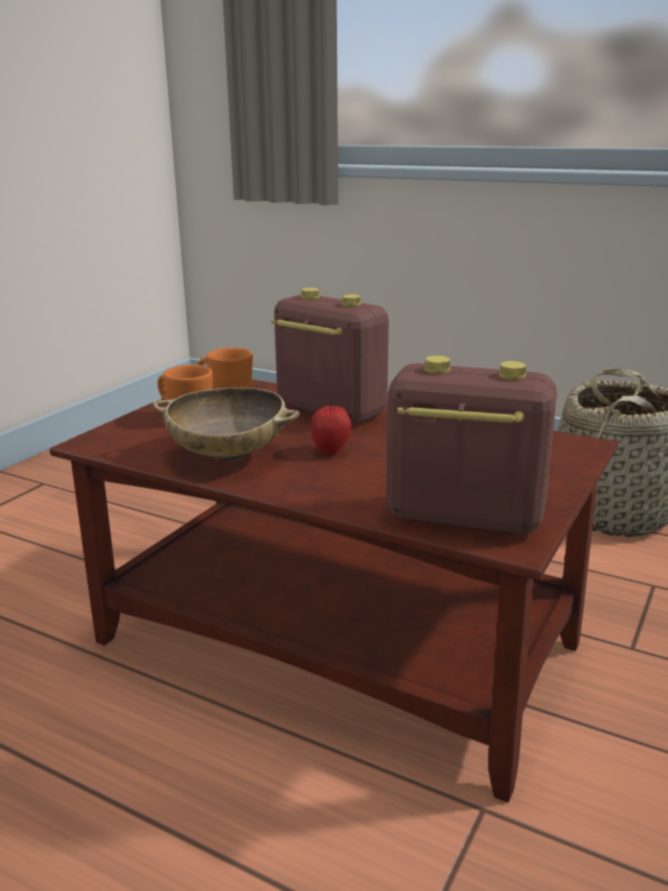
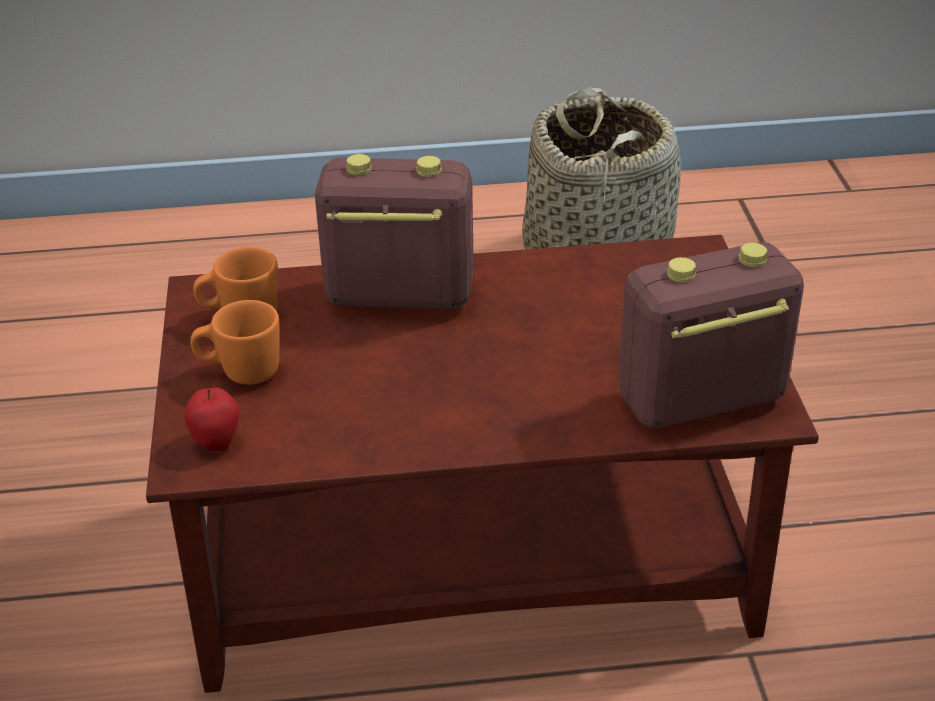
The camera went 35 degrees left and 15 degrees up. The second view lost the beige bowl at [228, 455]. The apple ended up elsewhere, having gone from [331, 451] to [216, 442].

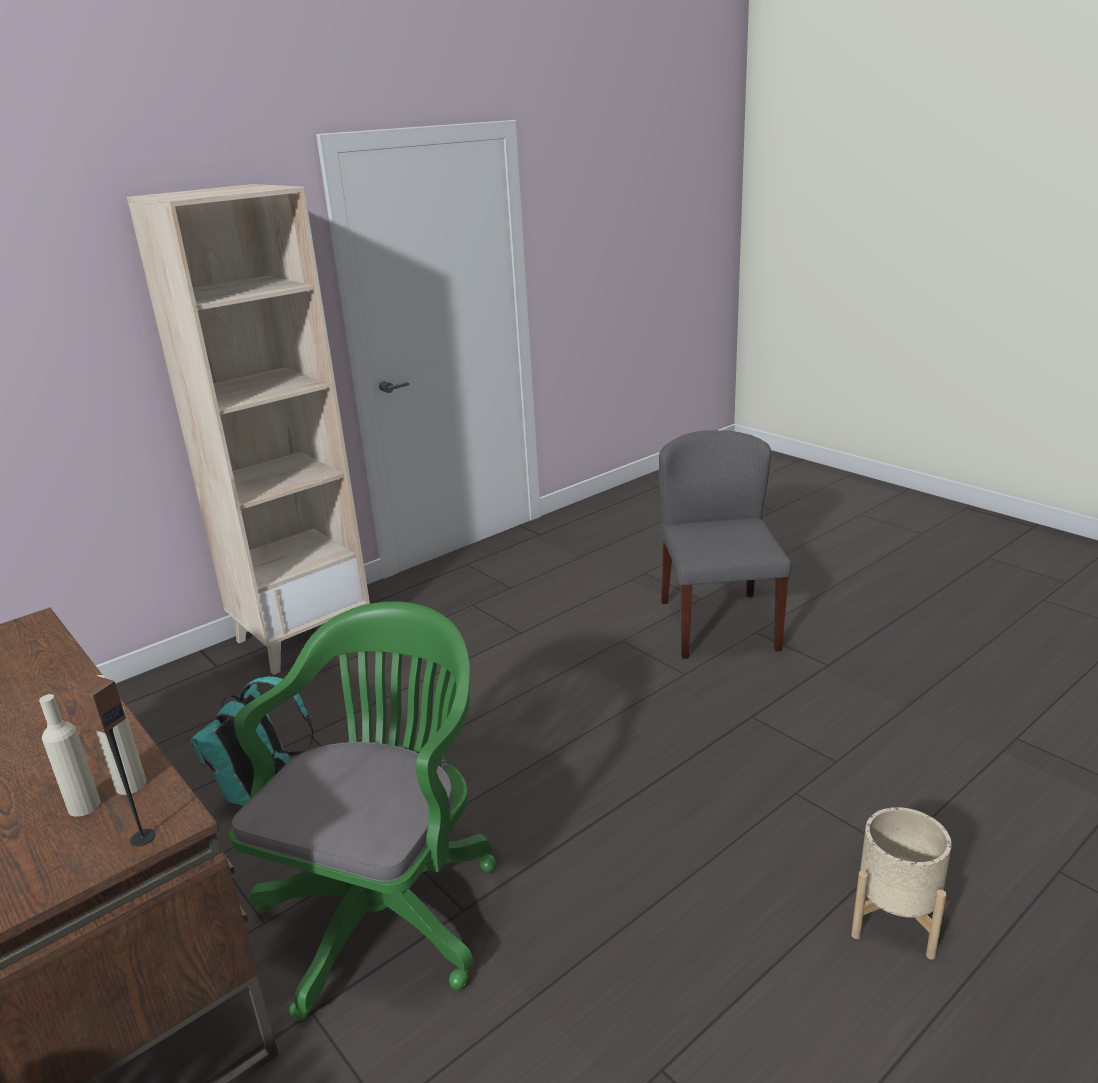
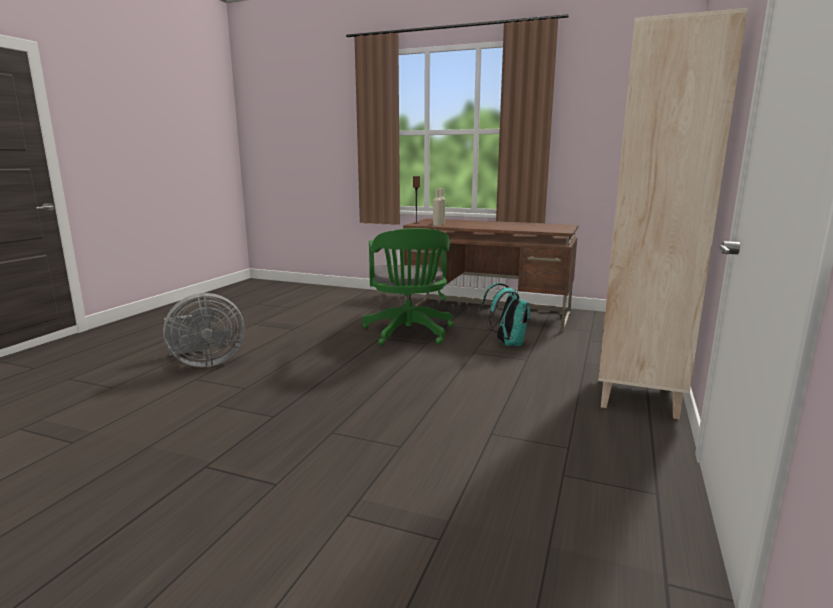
The camera went 150 degrees right and 10 degrees down. The second view lost the grey chair at [717, 624]. Where the beige planter stood at [896, 919], the grey fan came to stand at [204, 363].

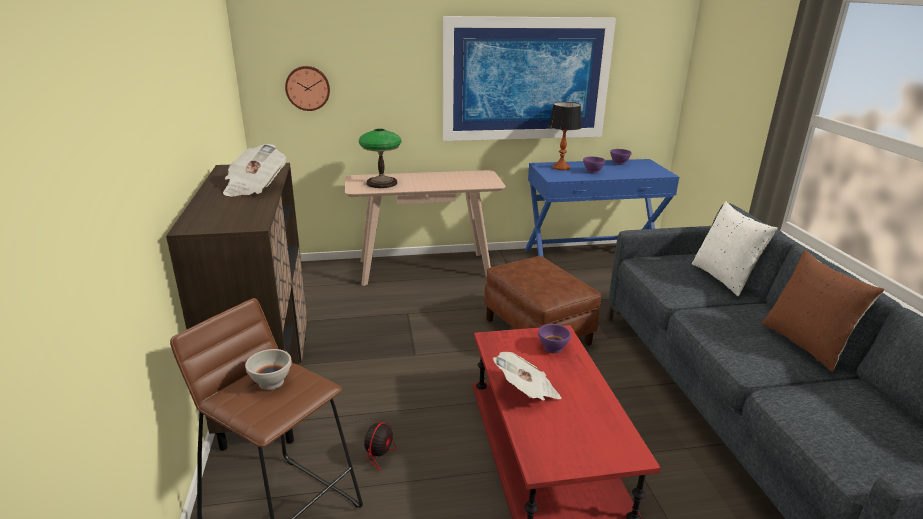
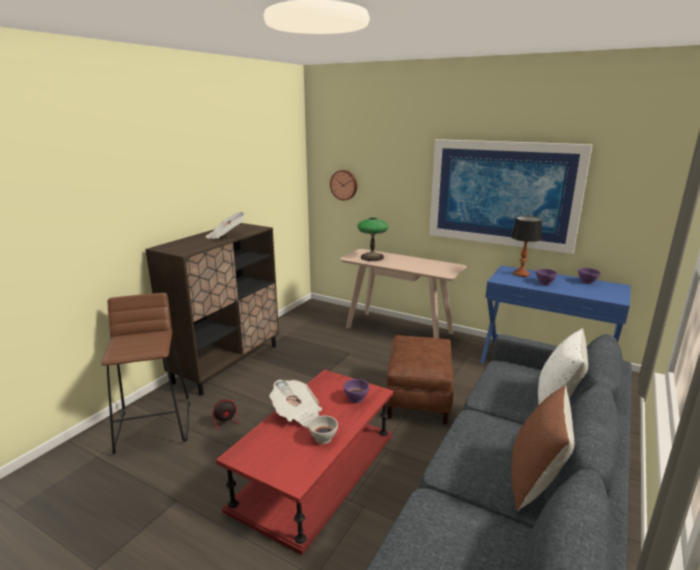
The camera went 40 degrees right and 5 degrees down. The white bowl ended up elsewhere, having gone from [270, 382] to [323, 438].

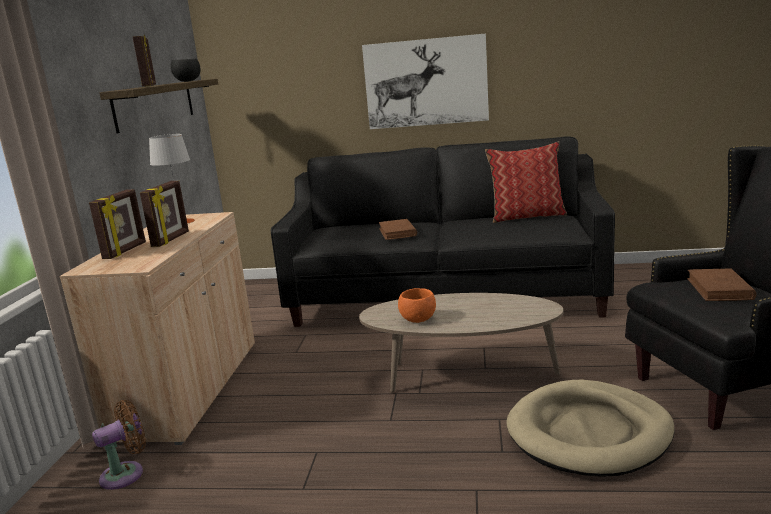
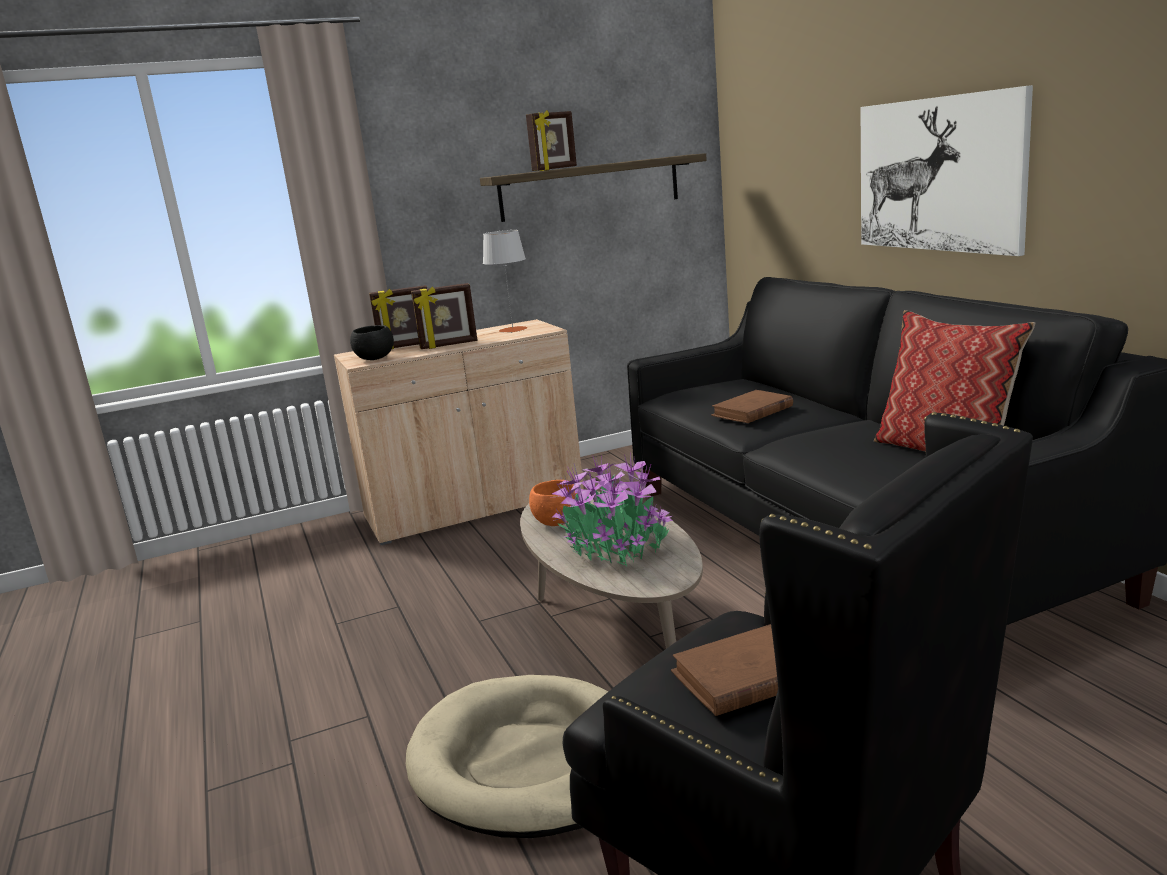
The camera went 60 degrees right and 0 degrees up. The second view lost the brown fan at [126, 473]. The black bowl ended up elsewhere, having gone from [187, 81] to [374, 359]. The second view gained the potted plant at [615, 546].

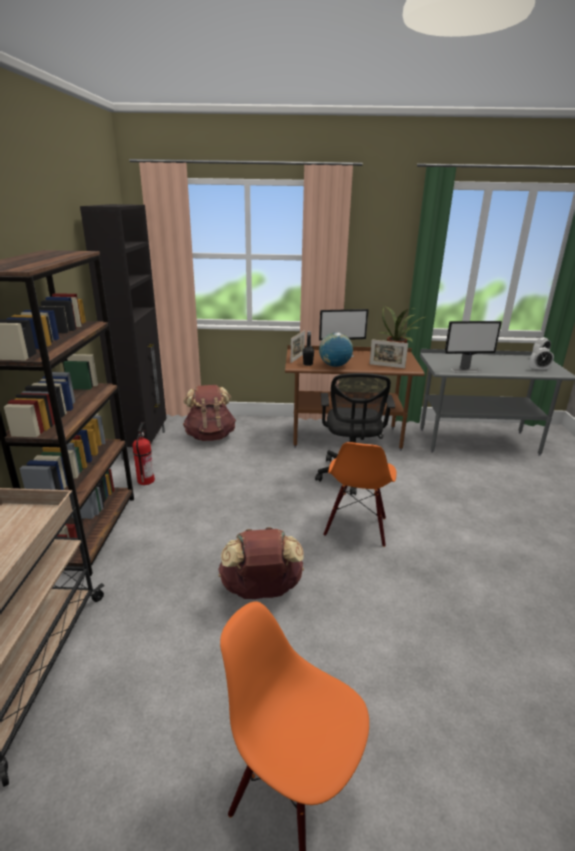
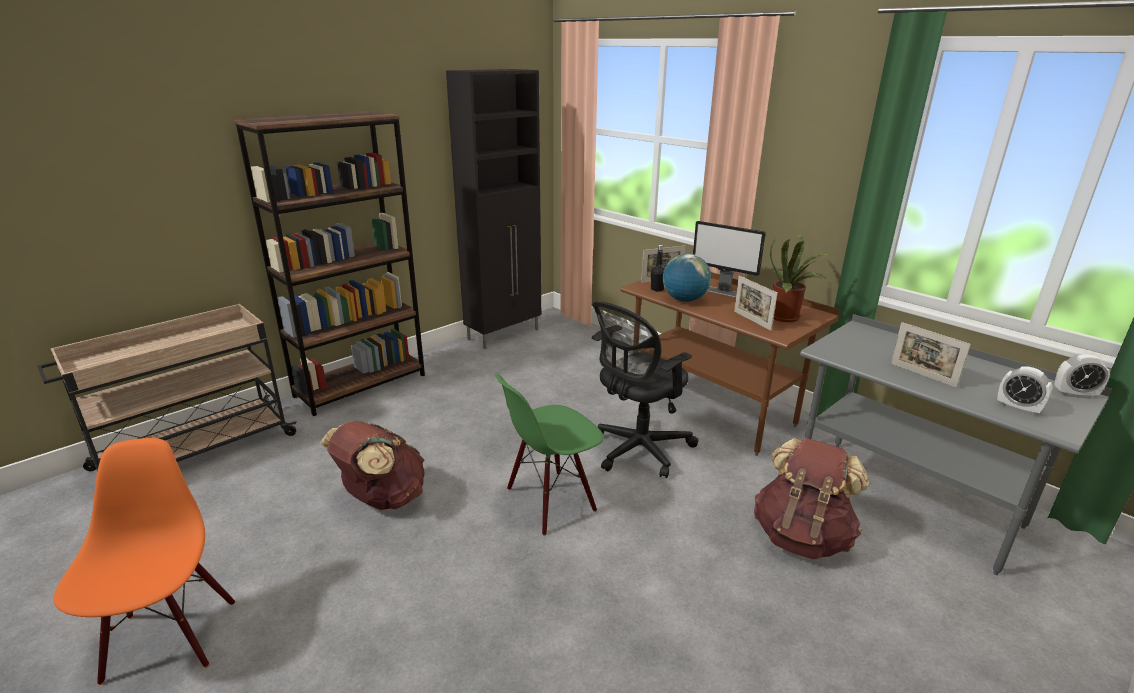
The camera went 45 degrees right and 0 degrees up. The second view lost the fire extinguisher at [145, 480]. The brown backpack ended up elsewhere, having gone from [210, 436] to [801, 536]. What was the orange chair at [356, 527] turned into the green chair at [550, 501]. The second view lost the monitor at [466, 370]. The second view gained the picture frame at [922, 375].

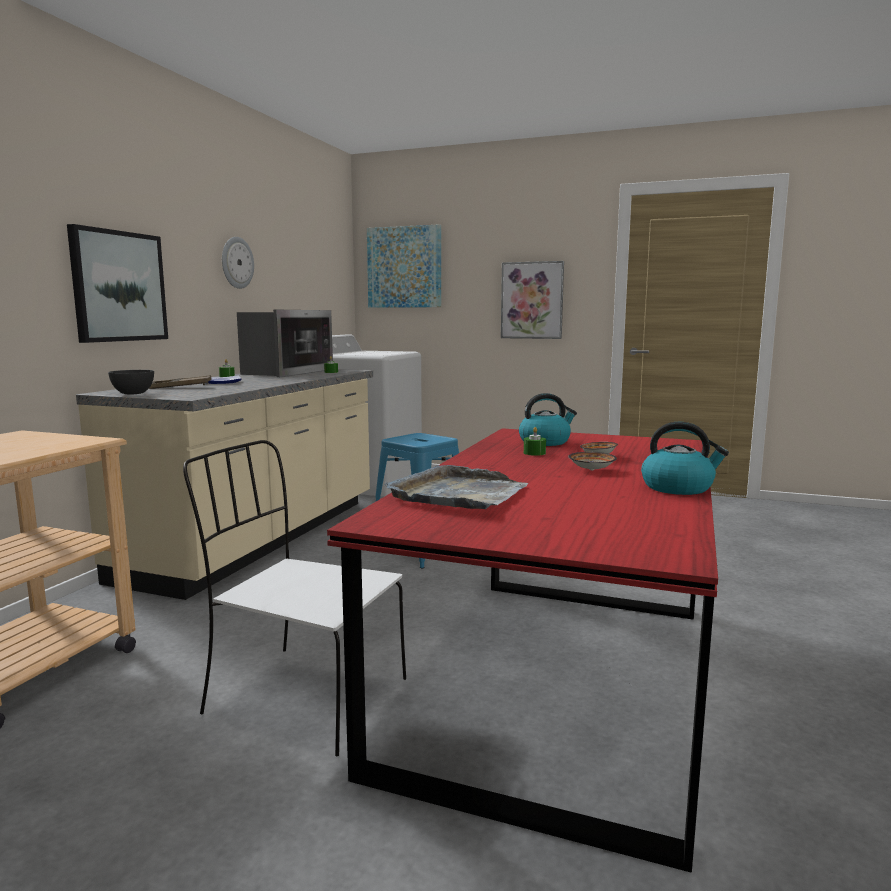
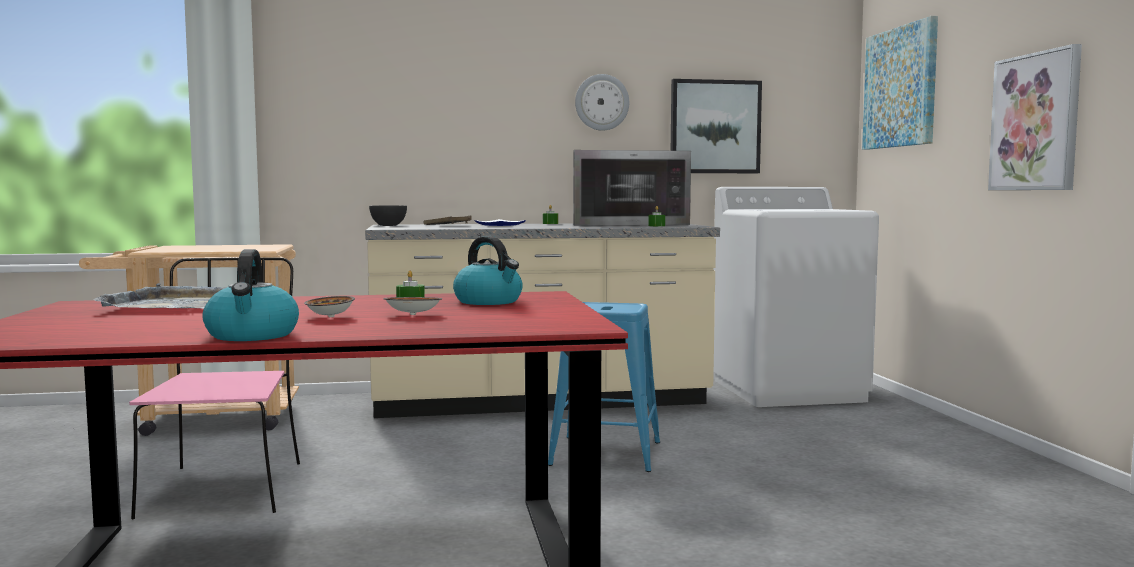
The camera went 60 degrees right and 5 degrees down. The picture ended up elsewhere, having gone from [118, 286] to [714, 127]. What was the white chair at [303, 696] turned into the pink chair at [224, 488].

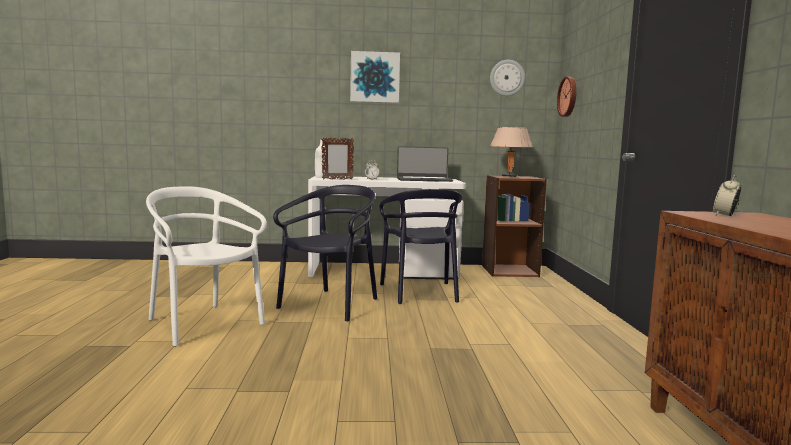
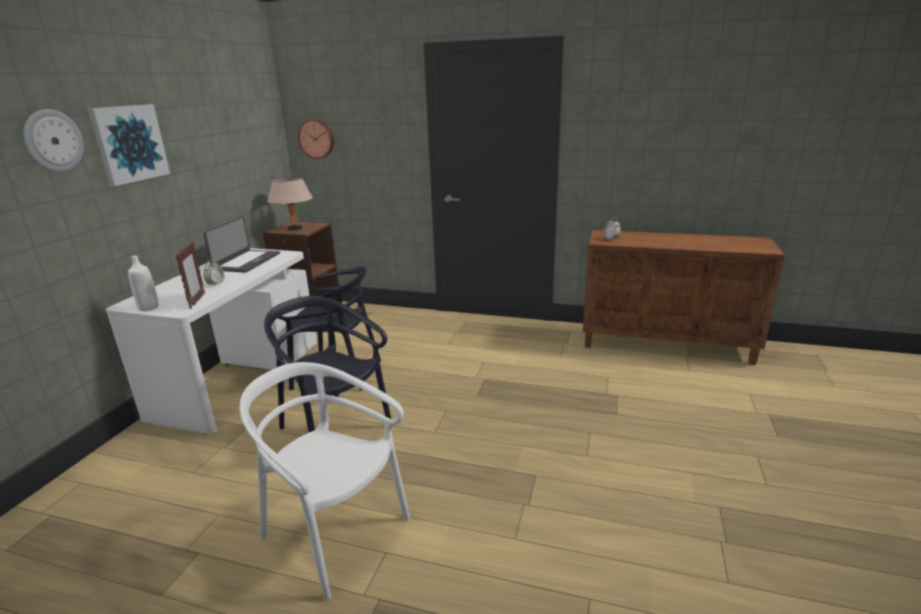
The camera went 70 degrees left and 15 degrees up. The white chair at [203, 323] ended up facing another way, 60 degrees clockwise from before. The wall clock ended up elsewhere, having gone from [507, 78] to [53, 141].

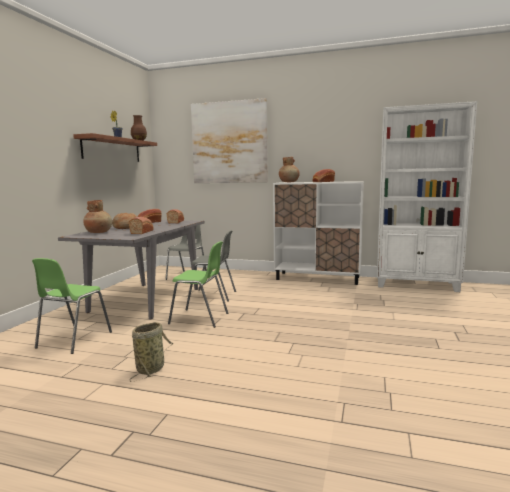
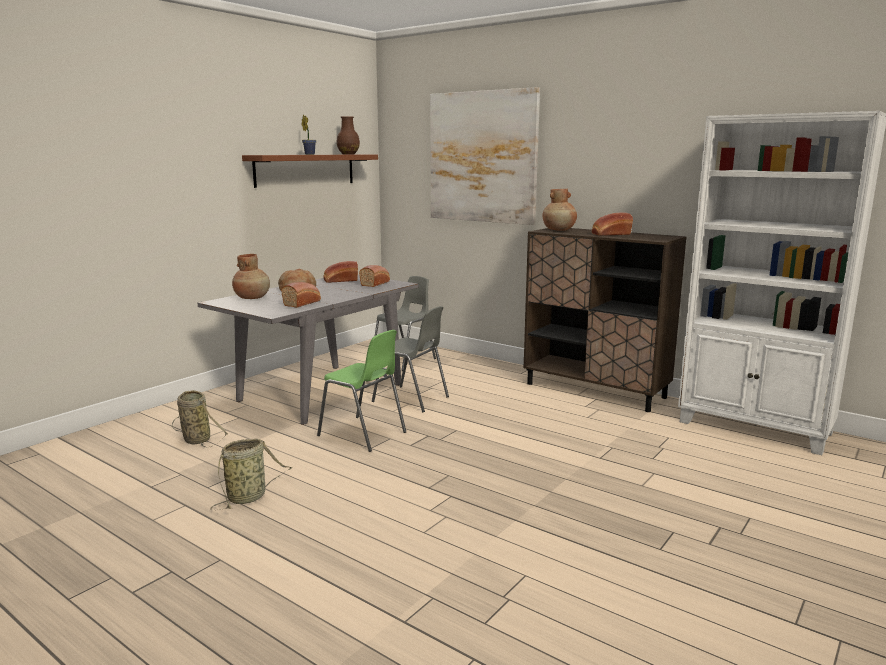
The camera went 20 degrees right and 5 degrees up. Where the green chair stood at [73, 340], the basket came to stand at [196, 439]. What was the white cabinet at [318, 278] turned into the brown cabinet at [595, 391].

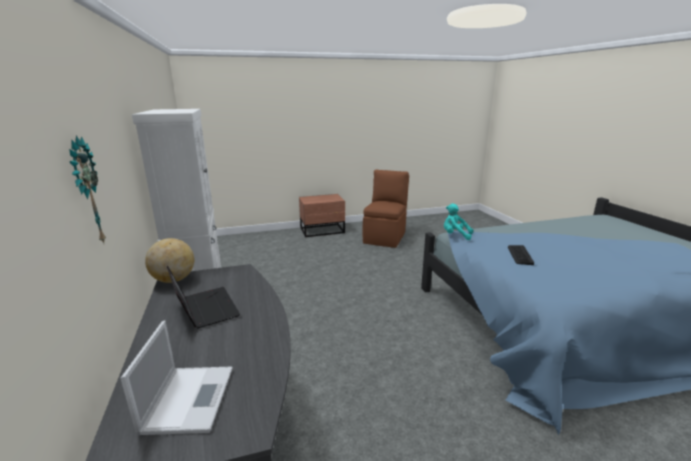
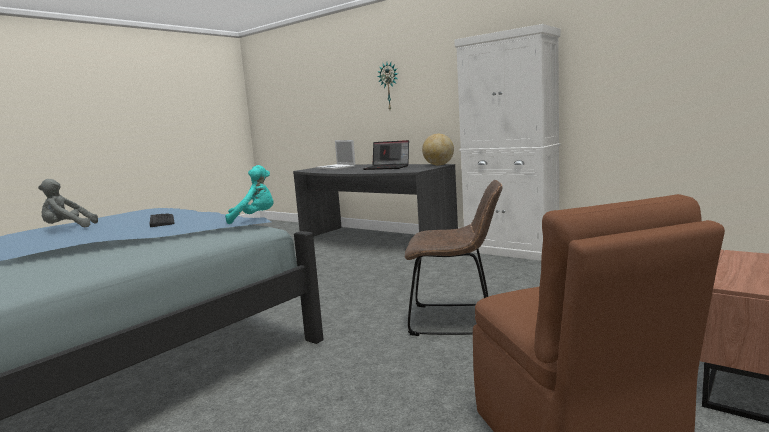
The camera went 145 degrees right and 10 degrees down. The second view gained the grey plush toy at [67, 228]. The second view gained the brown chair at [456, 320].

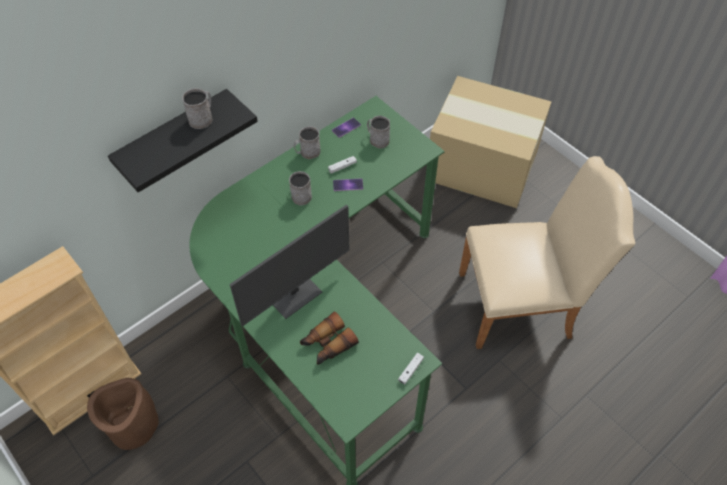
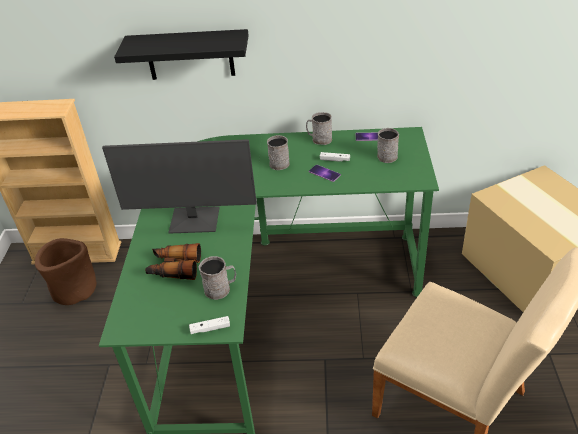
The camera went 45 degrees right and 15 degrees down. The grey mug ended up elsewhere, having gone from [202, 117] to [221, 289].

